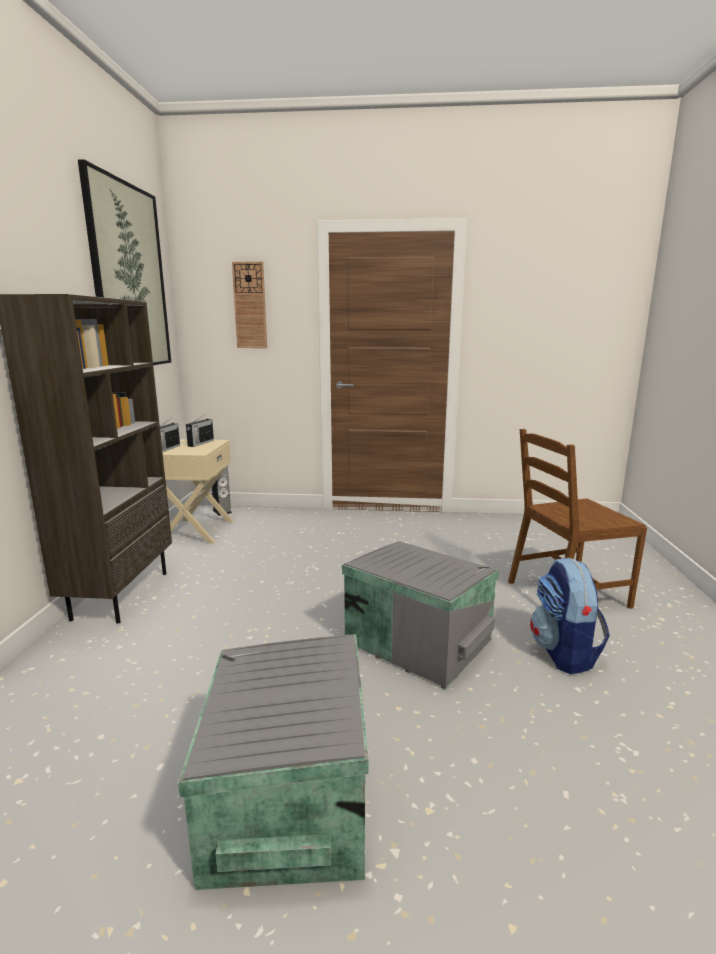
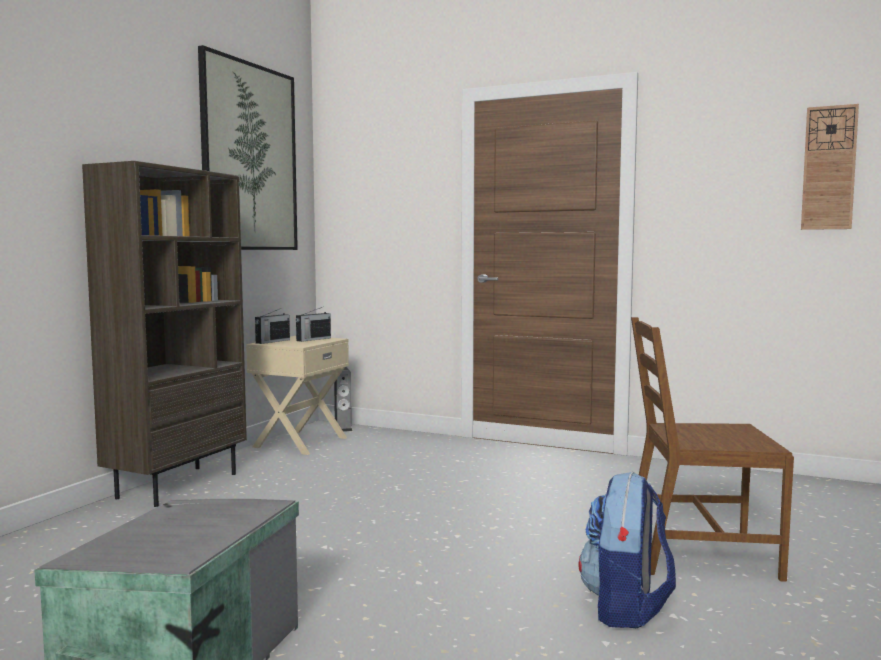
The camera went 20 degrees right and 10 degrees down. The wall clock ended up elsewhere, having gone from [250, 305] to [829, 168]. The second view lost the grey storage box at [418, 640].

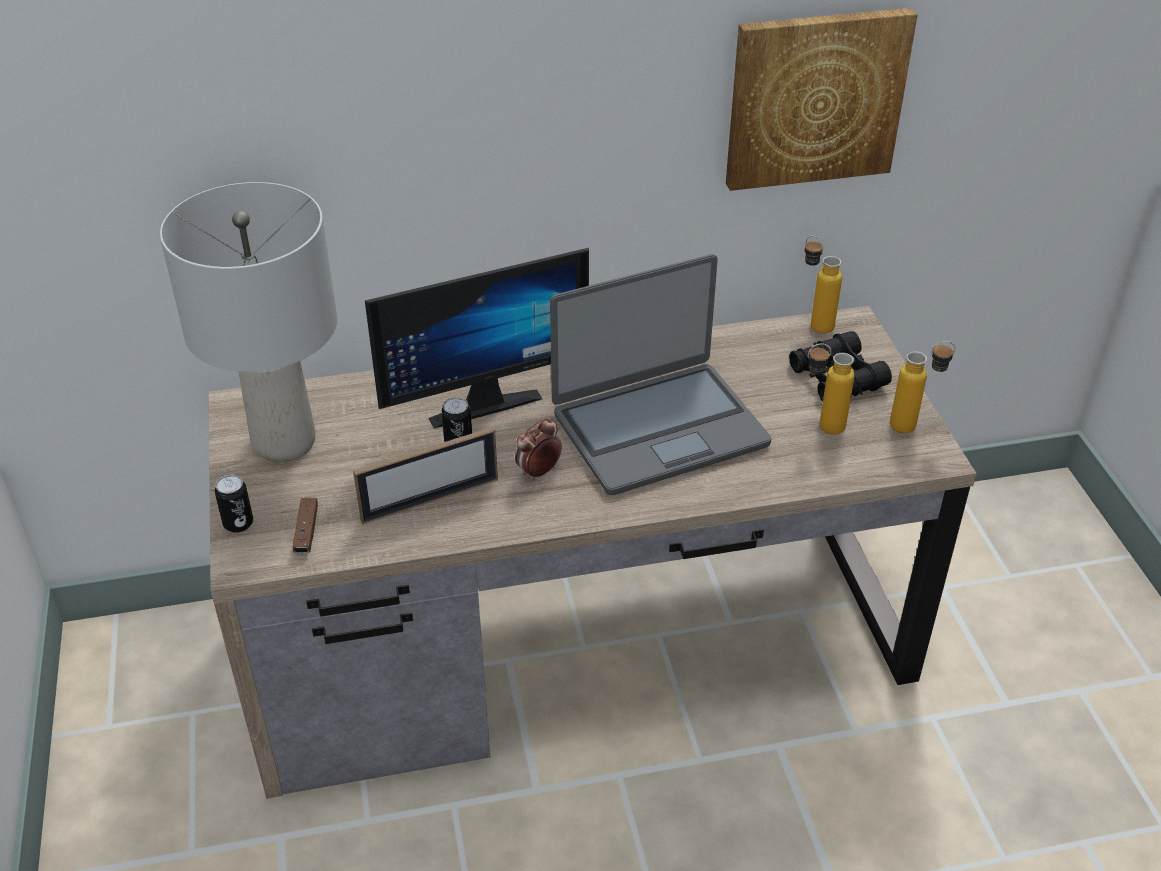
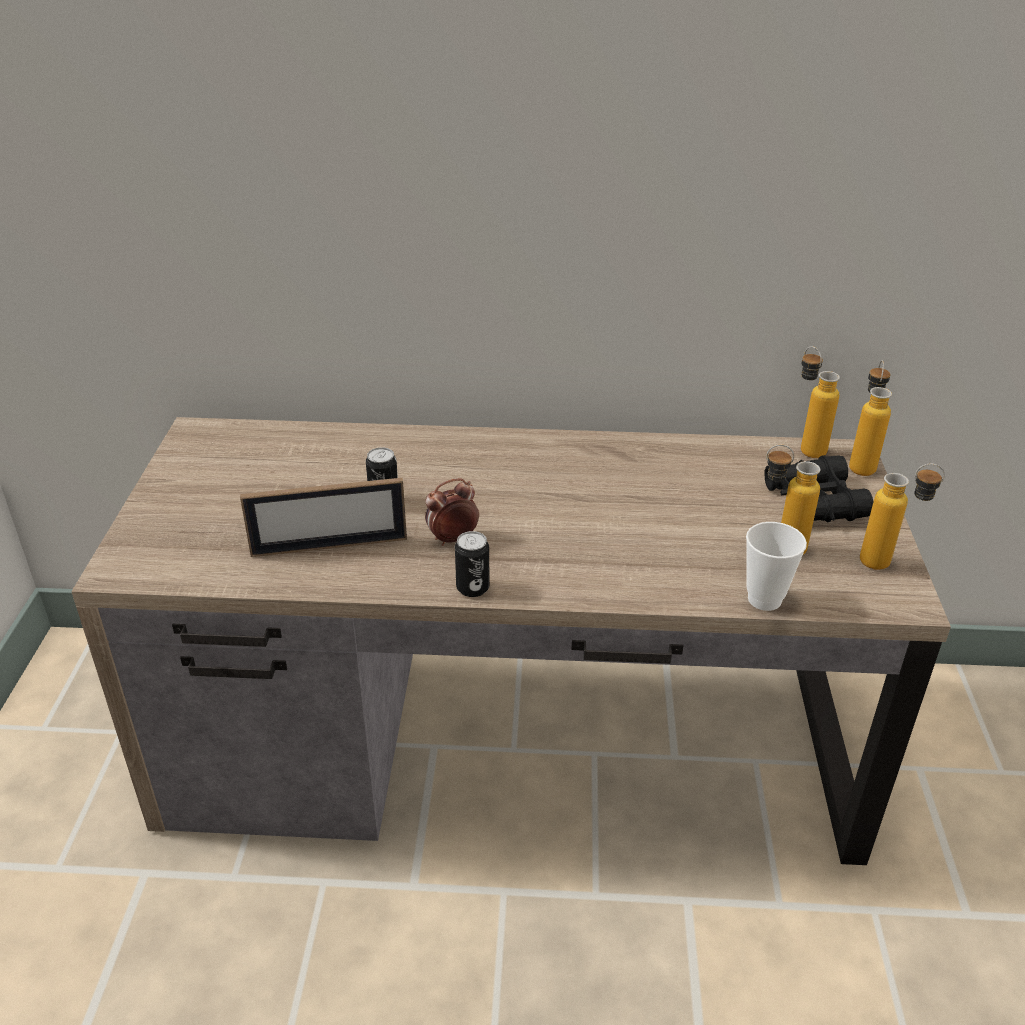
The camera went 15 degrees right and 5 degrees down. The second view lost the grey table lamp at [284, 442]. The can ended up elsewhere, having gone from [238, 523] to [472, 588]. The second view lost the brown game controller at [306, 532]. The second view lost the monitor at [480, 400]. The second view lost the laptop at [658, 428]. The second view lost the picture at [815, 98]. The second view gained the cup at [764, 599]. The second view gained the bottle at [861, 463].

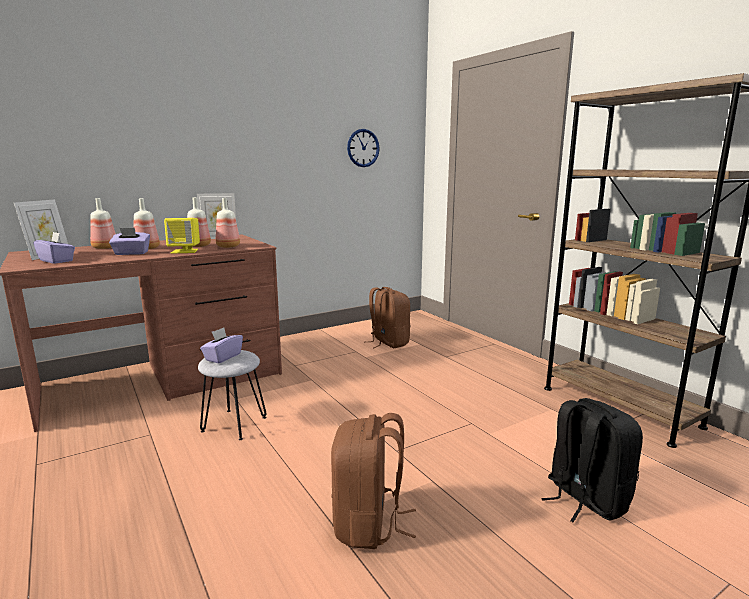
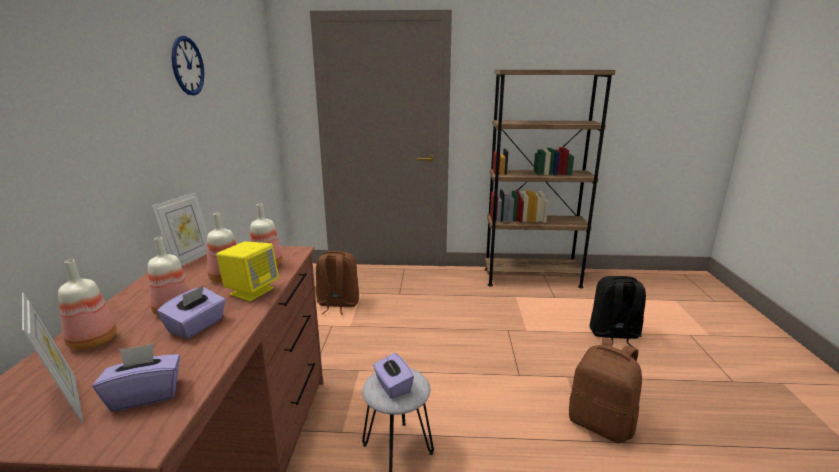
The camera went 55 degrees left and 5 degrees up. The wall clock ended up elsewhere, having gone from [363, 148] to [187, 66].

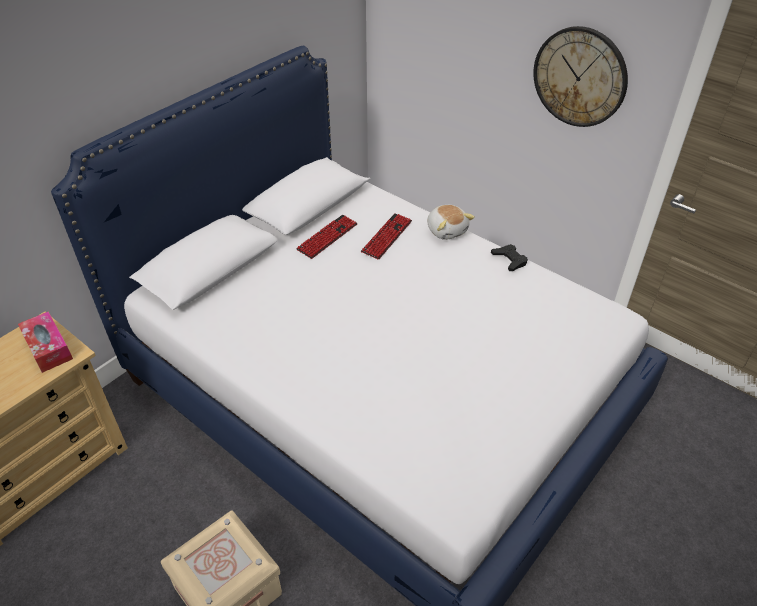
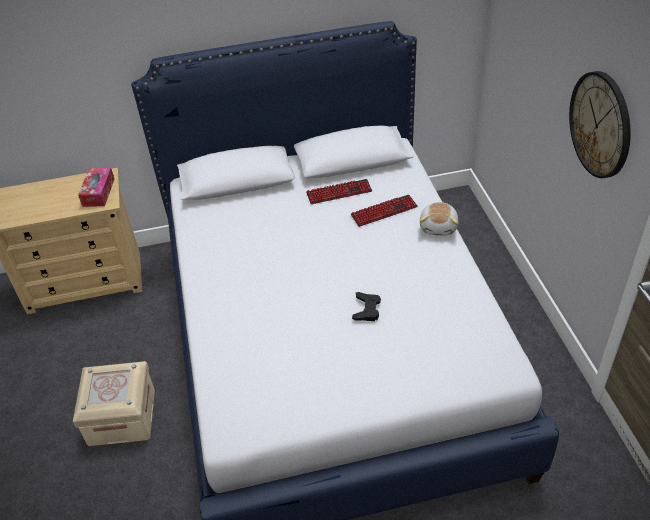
The camera went 40 degrees right and 0 degrees up. The black game controller ended up elsewhere, having gone from [509, 260] to [367, 309].

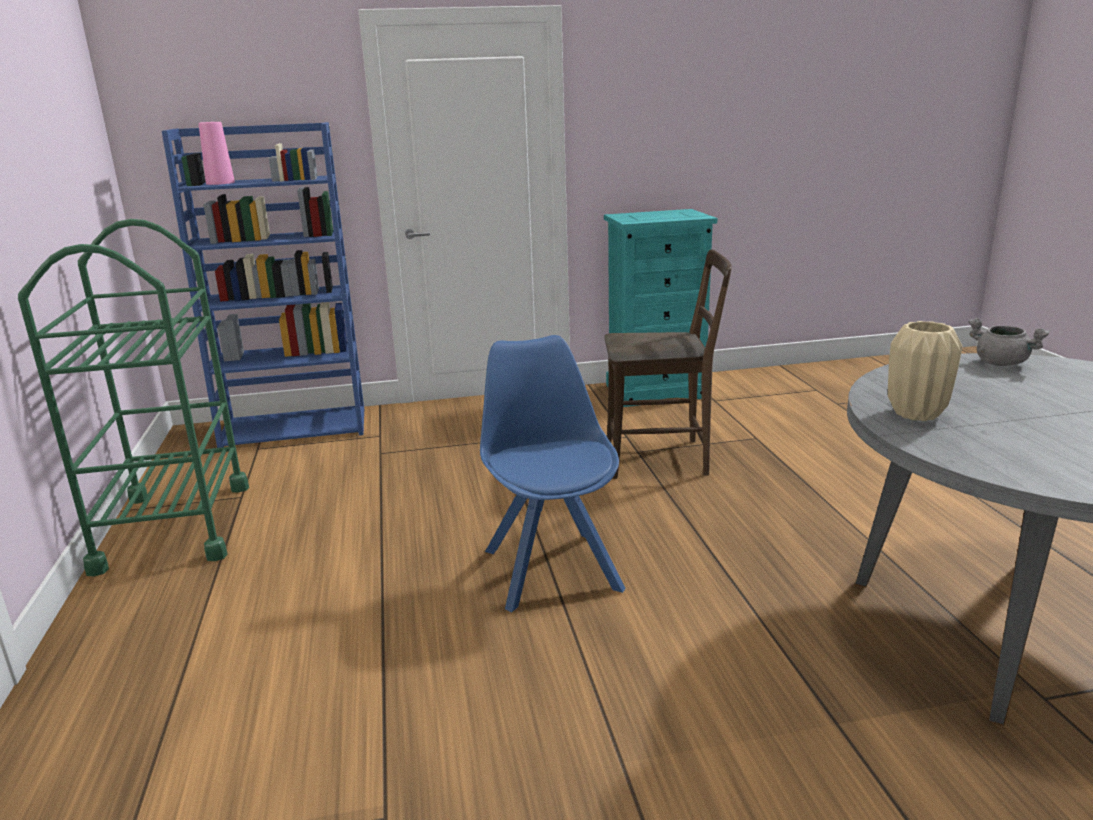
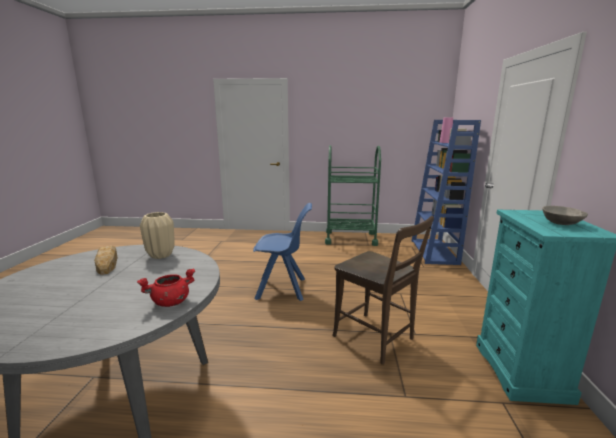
The camera went 105 degrees right and 5 degrees down. The brown chair at [662, 458] ended up facing another way, 60 degrees counterclockwise from before. What was the grey cooking pot at [1001, 363] turned into the red cooking pot at [170, 302]. The second view gained the bread at [107, 263]. The second view gained the grey bowl at [561, 223].

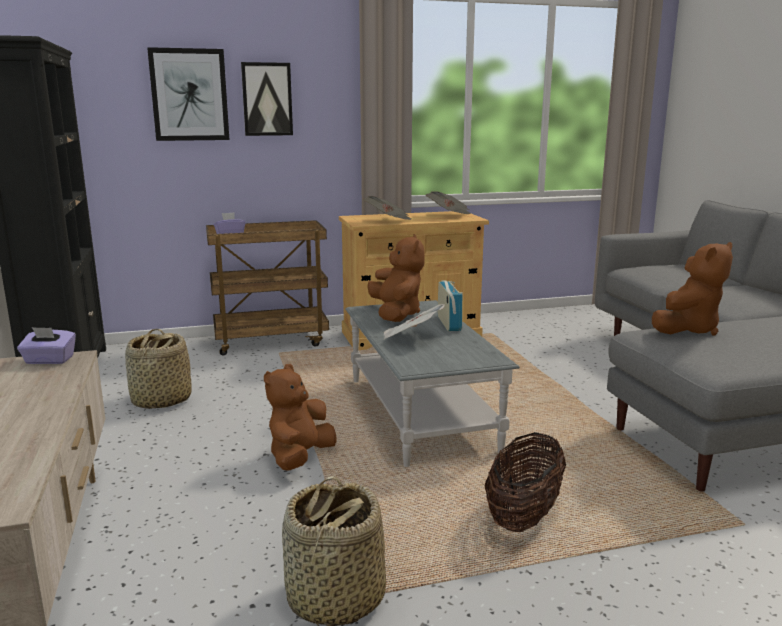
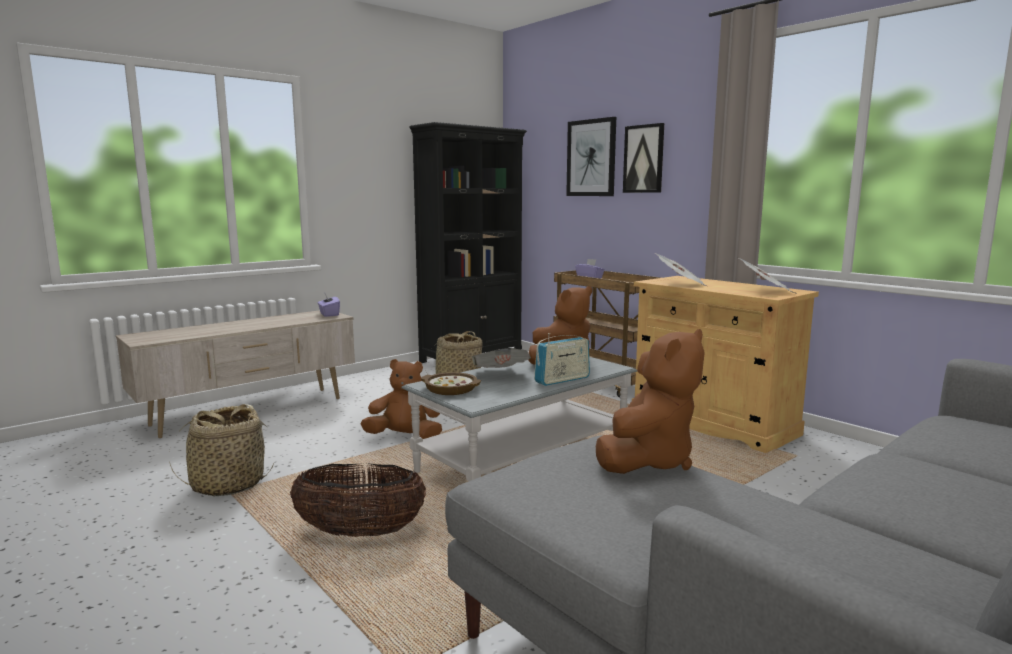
The camera went 65 degrees right and 5 degrees down. The brown plush toy at [687, 329] ended up facing another way, 75 degrees counterclockwise from before. The second view gained the bowl at [451, 389].

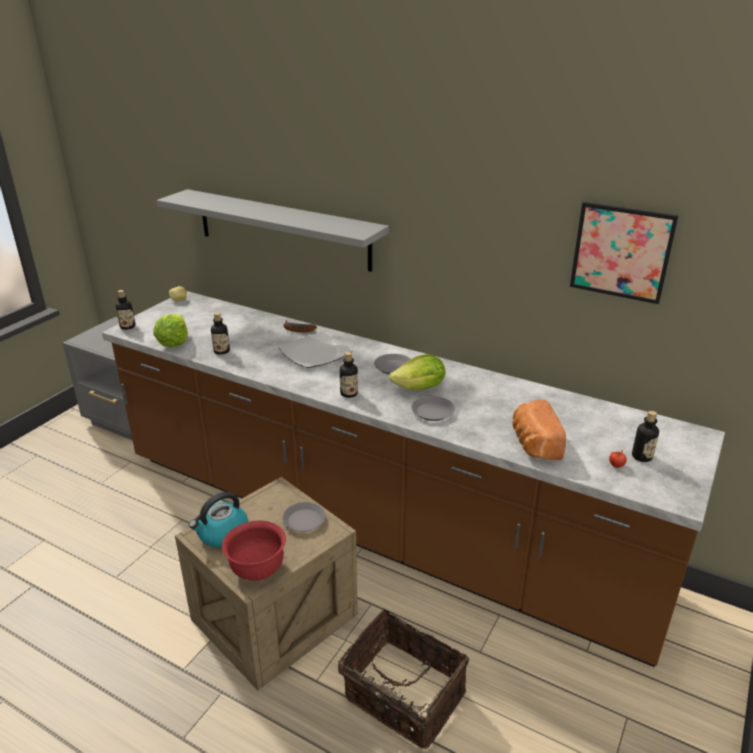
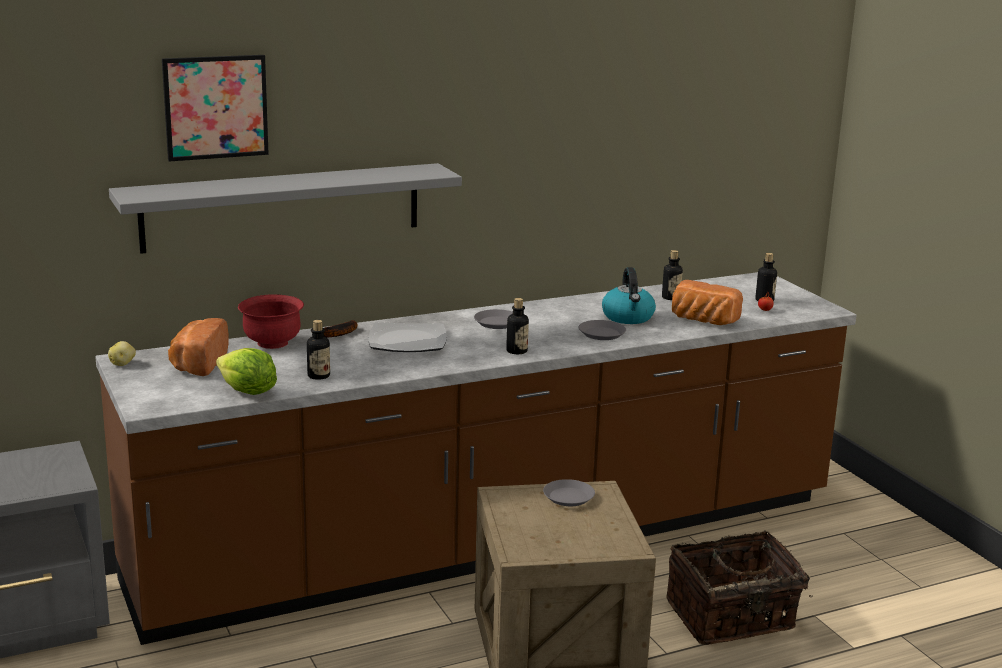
The camera went 55 degrees left and 10 degrees down. The bottle ended up elsewhere, having gone from [127, 326] to [671, 297]. The kettle ended up elsewhere, having gone from [222, 534] to [628, 317]. The red bowl ended up elsewhere, having gone from [257, 569] to [272, 343]. The second view lost the lettuce at [420, 388]. The picture ended up elsewhere, having gone from [621, 252] to [215, 107]. The second view gained the bread at [197, 364].

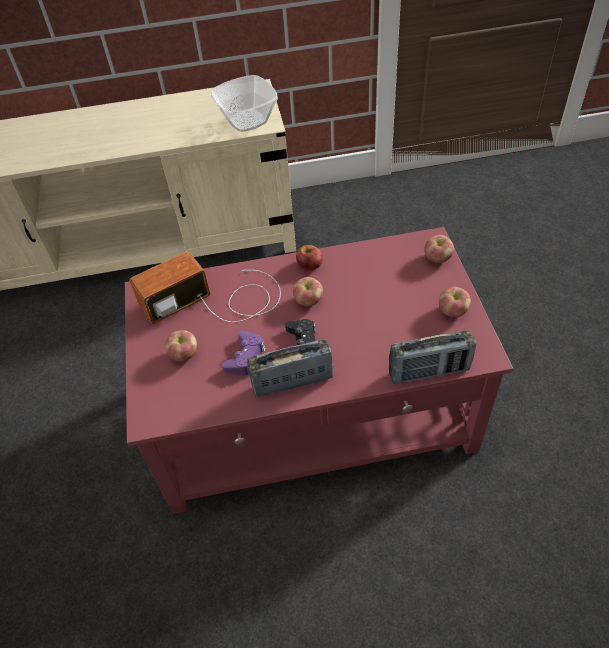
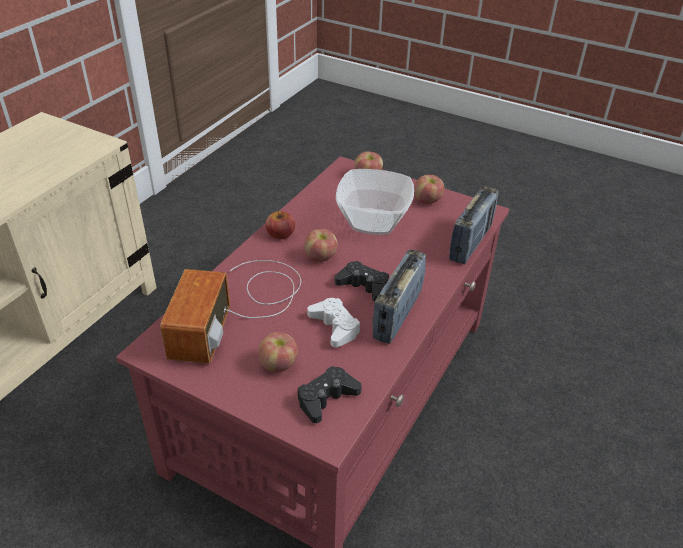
The camera went 55 degrees left and 10 degrees down. The bowl ended up elsewhere, having gone from [246, 121] to [372, 222]. What was the purple game controller at [245, 357] turned into the white game controller at [335, 327]. The second view gained the black game controller at [326, 398].

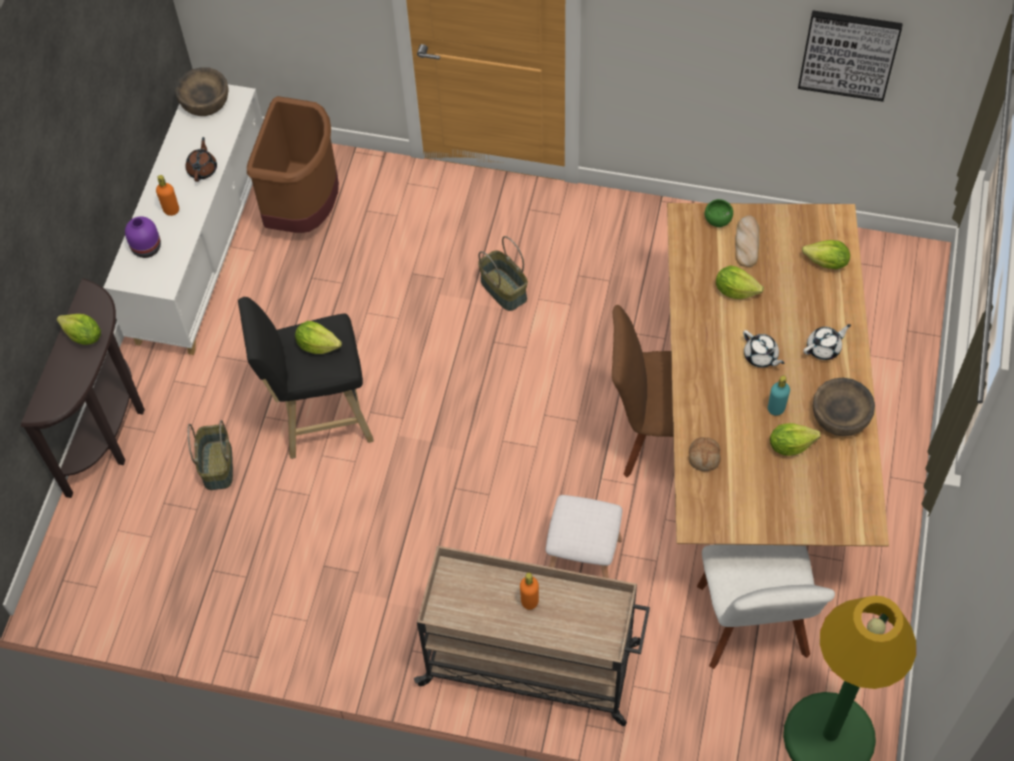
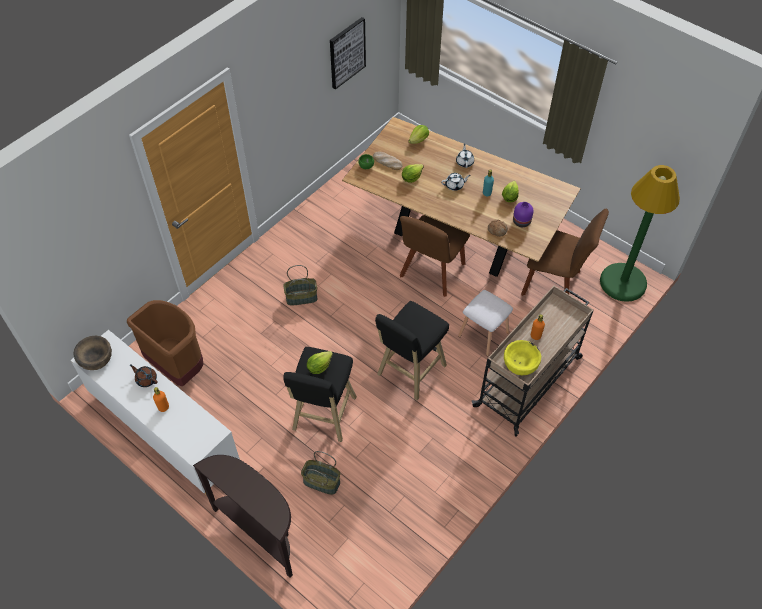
The camera went 65 degrees left and 5 degrees down. The second view lost the lettuce at [83, 337]. The purple vase ended up elsewhere, having gone from [146, 248] to [522, 222]. What was the white chair at [753, 627] turned into the brown chair at [554, 284]. The second view lost the brown bowl at [840, 416]. The second view gained the black stool at [409, 372]. The second view gained the yellow bowl at [520, 363].

